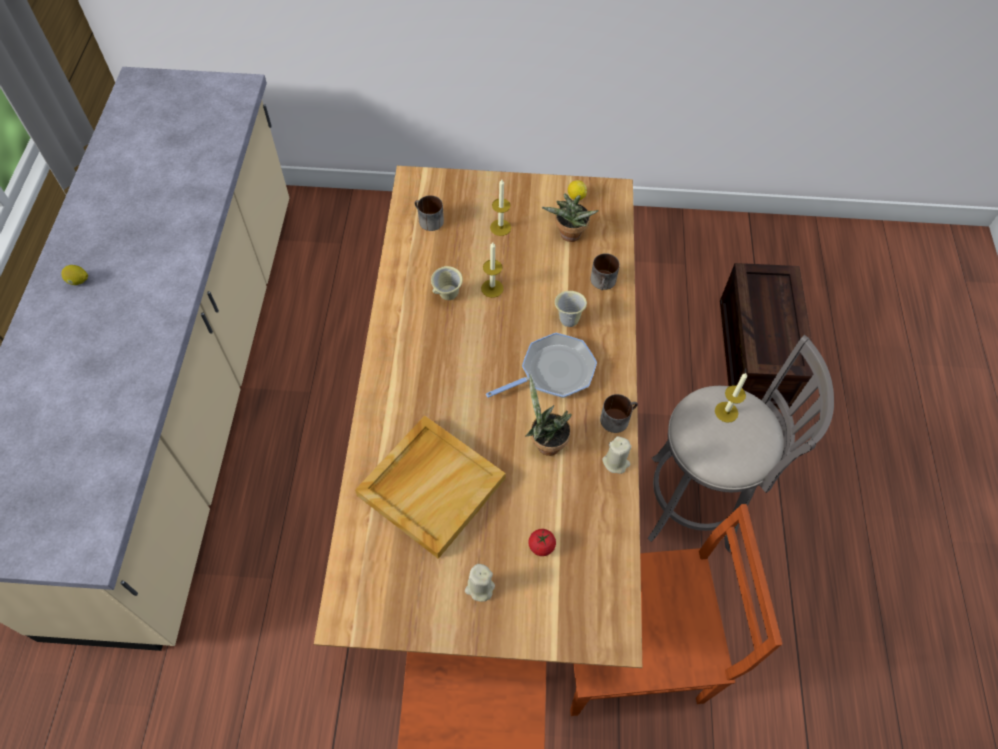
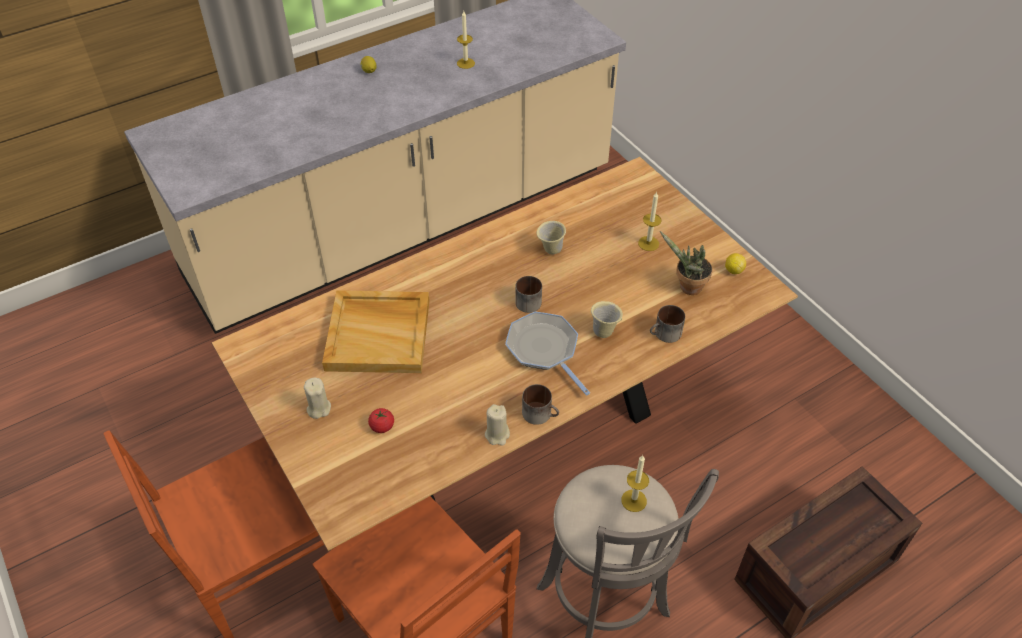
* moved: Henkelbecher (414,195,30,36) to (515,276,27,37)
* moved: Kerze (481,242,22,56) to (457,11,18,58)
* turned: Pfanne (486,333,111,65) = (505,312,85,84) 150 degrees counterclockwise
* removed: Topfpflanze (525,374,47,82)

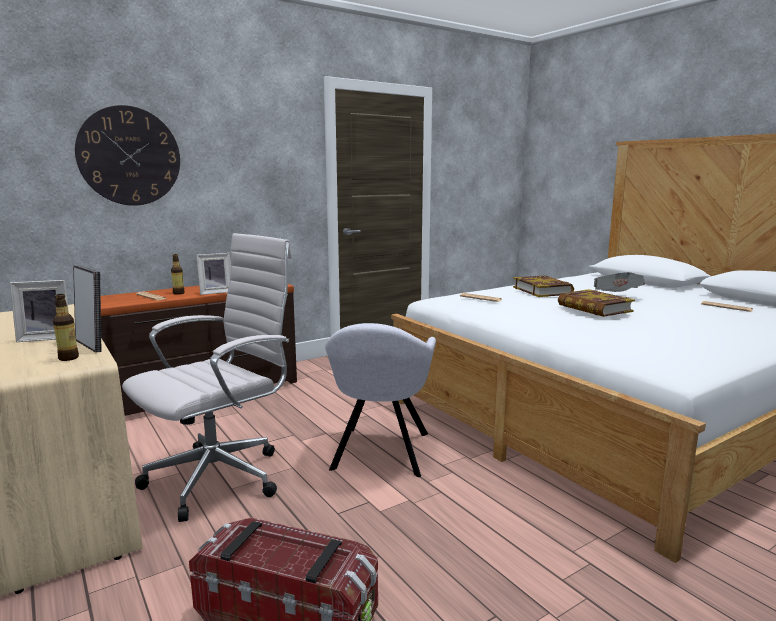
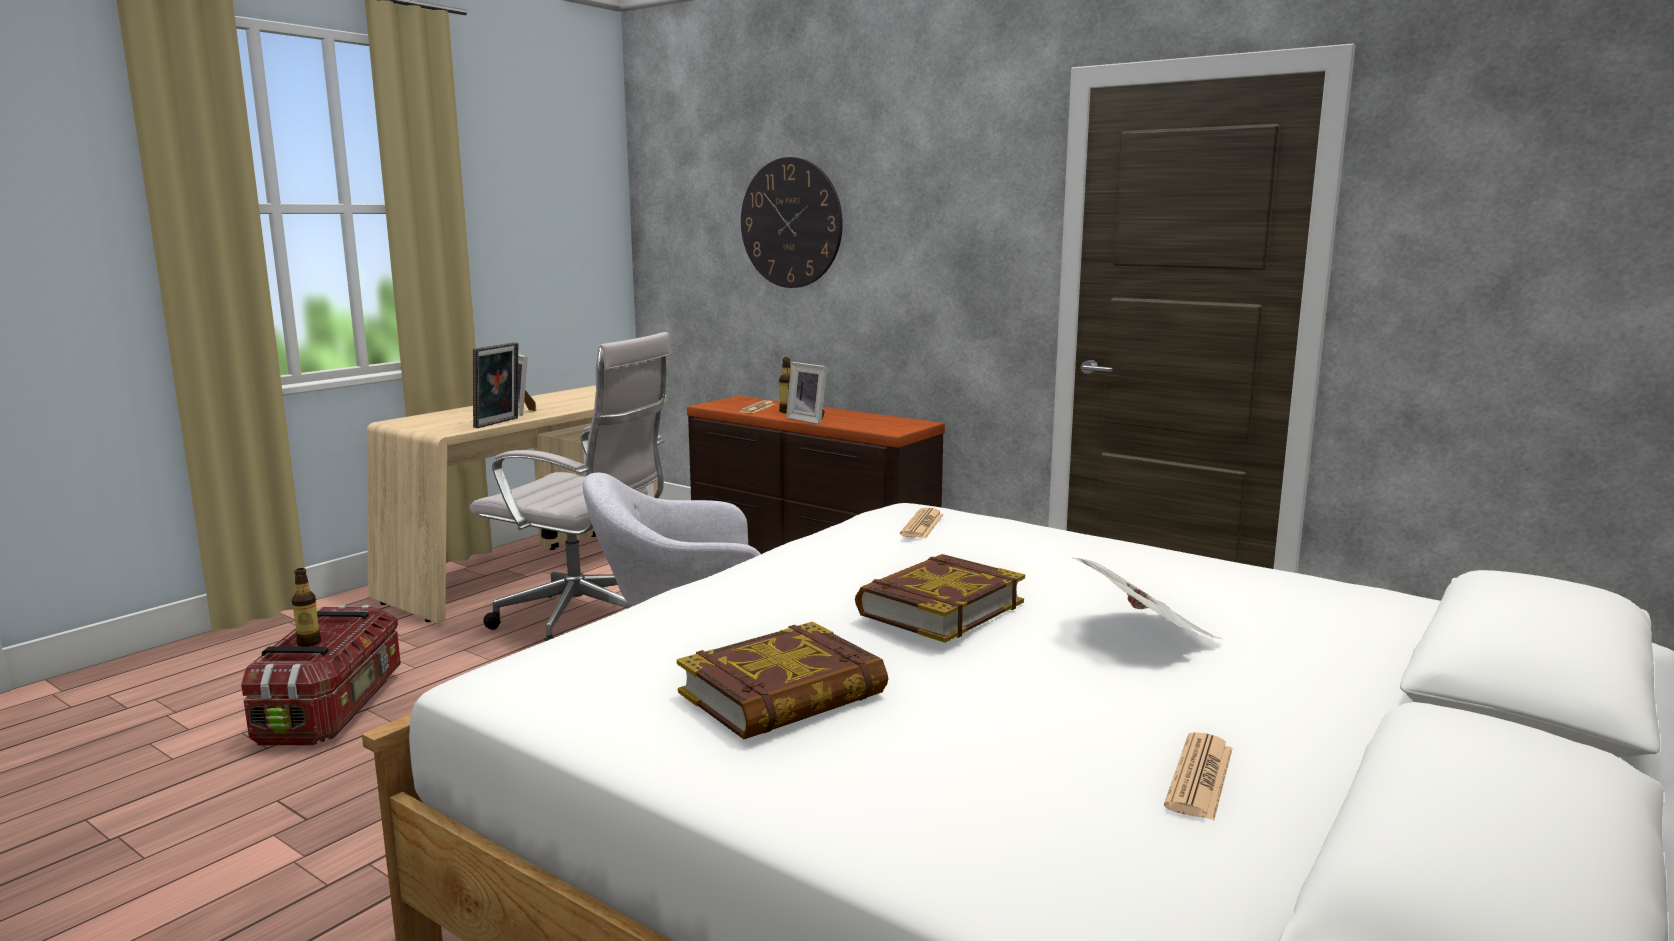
* moved: Flasche (53,294,26,67) to (292,568,29,79)
* moved: Buch (513,276,61,21) to (677,622,211,117)

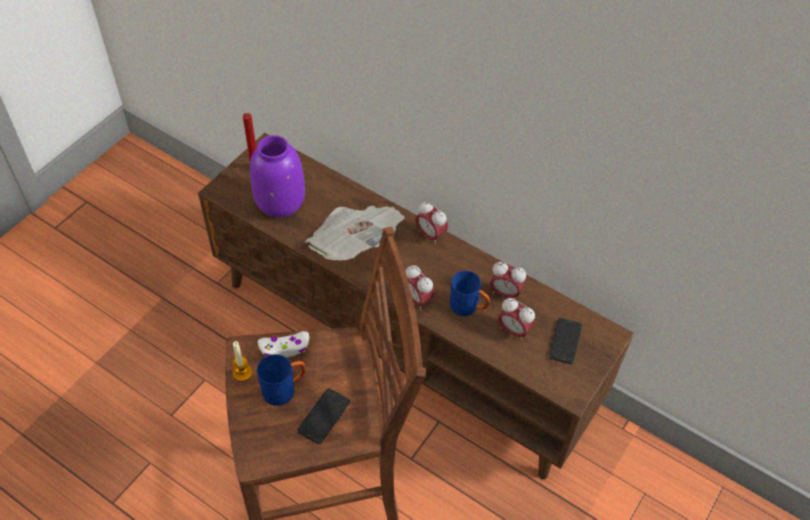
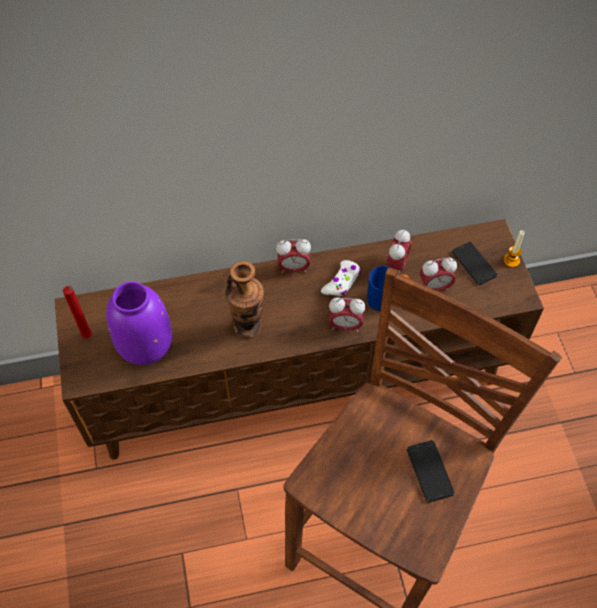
* moved: Kerze (233,341,19,40) to (503,230,21,38)
* removed: Henkelbecher (blau) (257,354,49,52)
* moved: Gamepad (weiß) (258,331,51,27) to (321,260,40,36)
* replaced: Zeitung (304,206,101,54) to Vase (225,261,39,78)
* turned: Wecker (490,262,36,37) = (386,229,25,45) 45 degrees counterclockwise

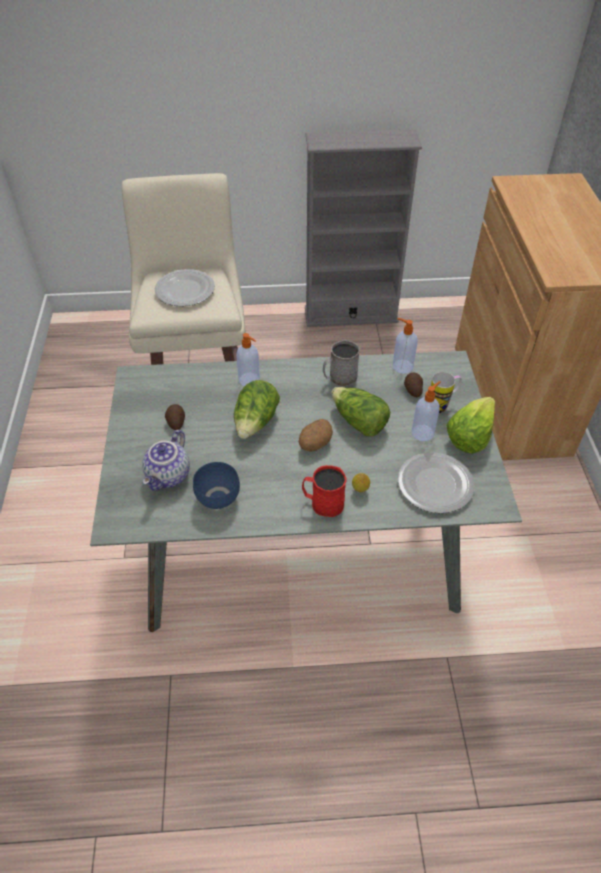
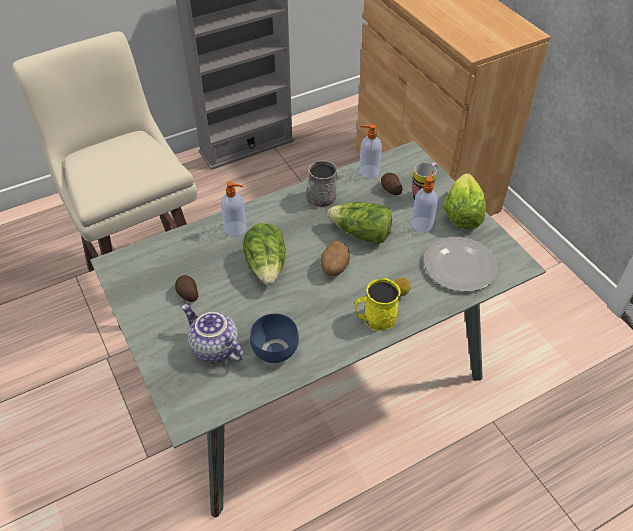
* turned: Teekanne (142,430,48,60) = (182,304,62,58) 135 degrees clockwise
* removed: Teller (155,269,60,37)
* recoloured: Henkelbecher (rot) (302,465,44,52) to Henkelbecher (gelb) (355,278,46,53)

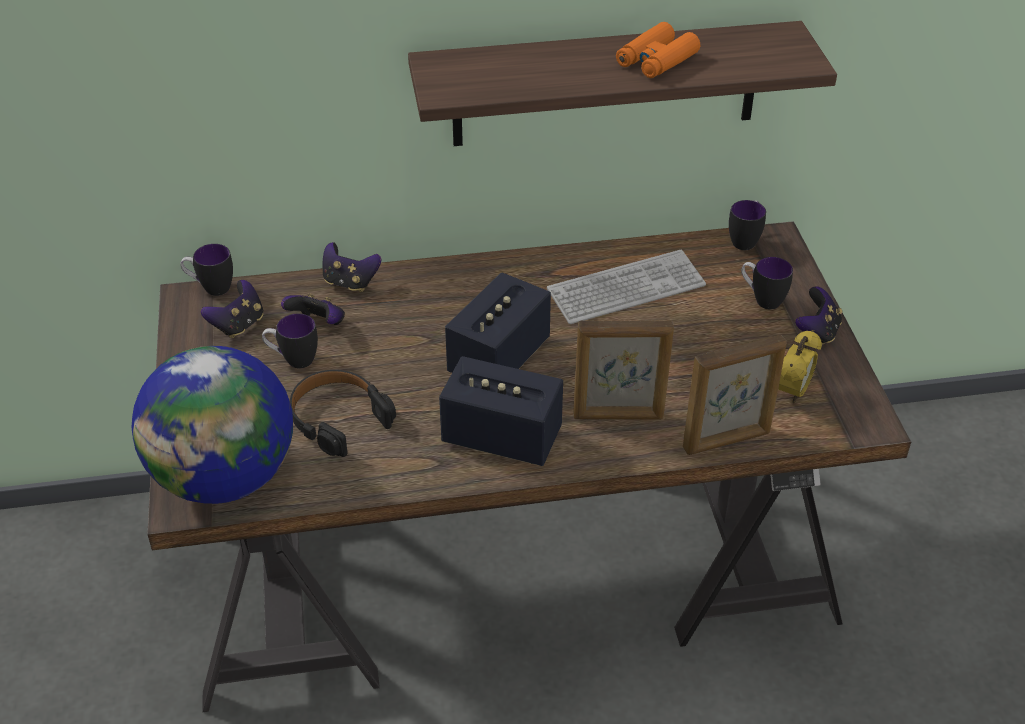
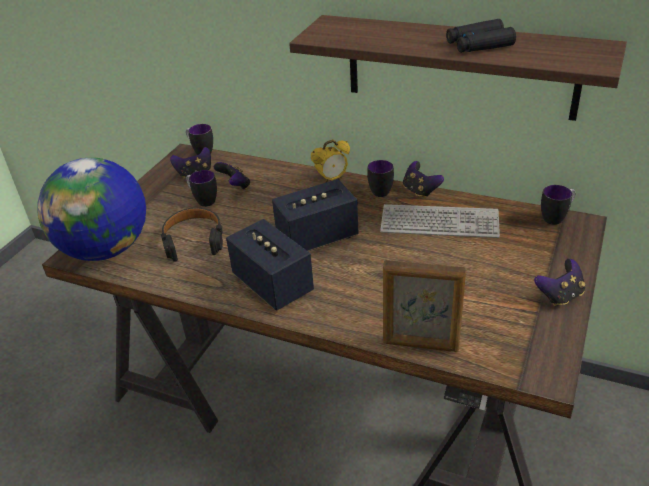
* moved: Gamepad (323,242,58,50) to (403,161,41,38)
* removed: Bilderrahmen (573,320,101,100)
* recoloured: Fernglas (orange) (616,22,84,56) to Fernglas (schwarz) (446,19,70,34)
* moved: Henkelbecher (741,257,52,52) to (367,160,27,37)
* moved: Wecker (778,330,44,73) to (311,139,39,44)

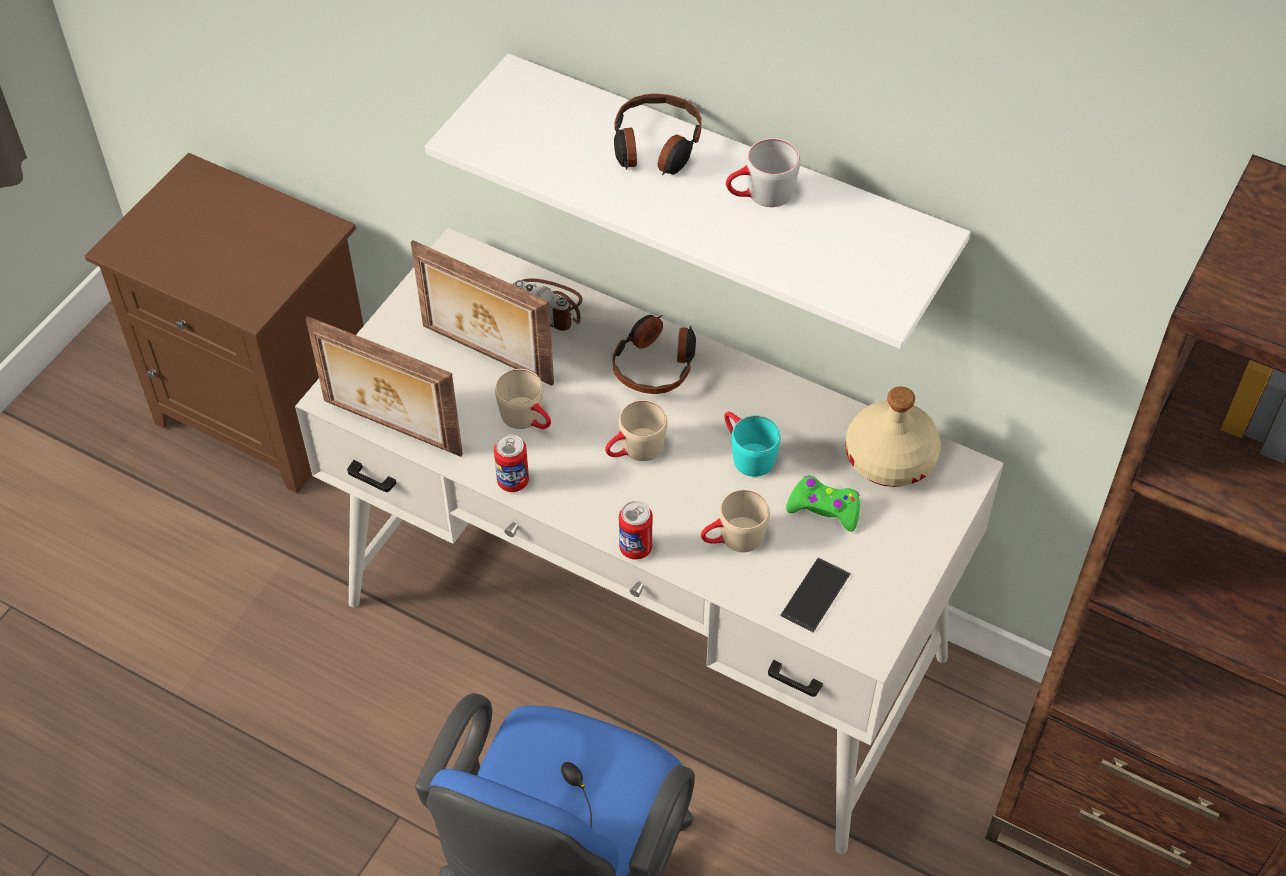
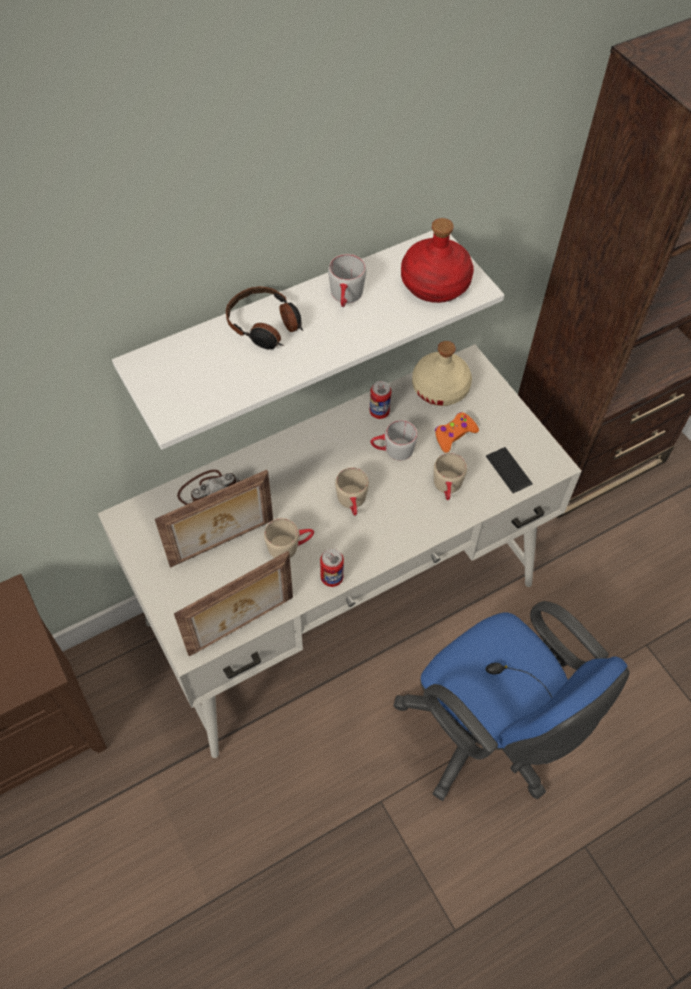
* removed: Kopfhörer (612,315,84,79)
* moved: Dose (619,501,34,59) to (369,381,22,38)
* recoloured: Henkelbecher (türkis) (724,412,57,65) to Henkelbecher (grau) (370,420,48,40)
* recoloured: Gamepad (grün) (786,476,74,56) to Gamepad (orange) (435,412,44,41)
* added: Flasche (rot) (401,218,73,85)

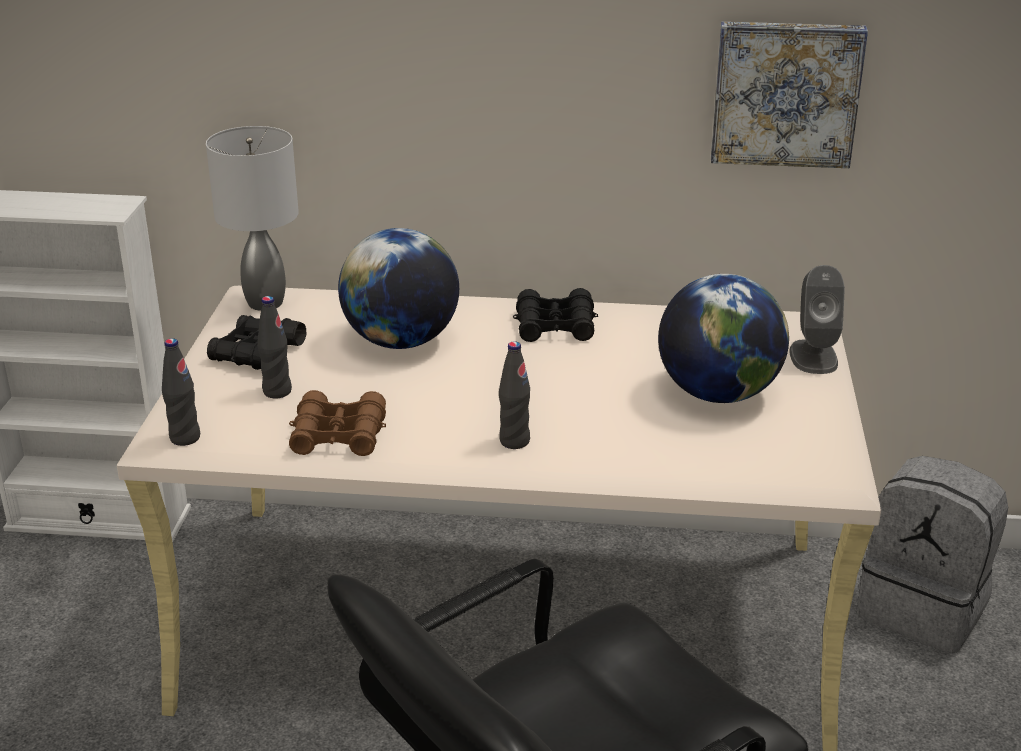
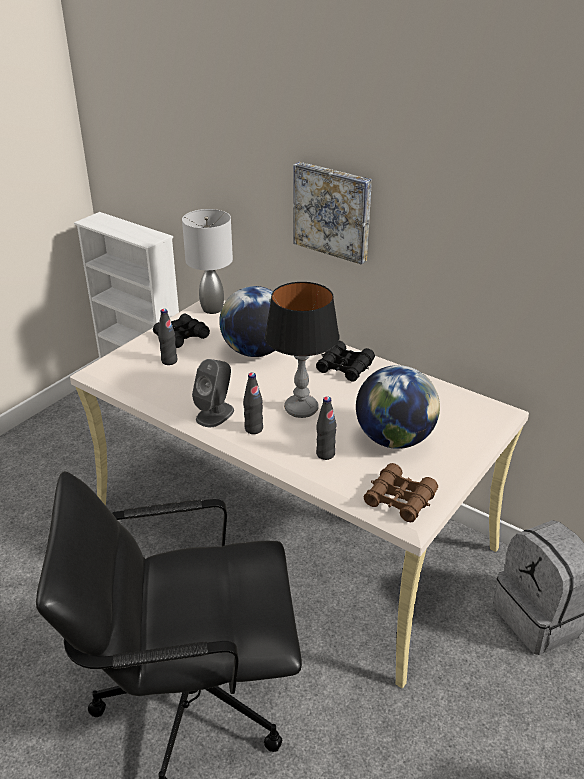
* moved: Flasche (schwarz) (162,338,38,108) to (316,396,20,64)
* moved: Fernglas (braun) (289,390,97,66) to (364,463,74,60)
* moved: Bild (711,22,157,146) to (293,162,79,103)
* moved: Lautsprecher (grau) (789,265,56,109) to (192,359,42,68)
* added: Tischlampe (265,282,74,136)

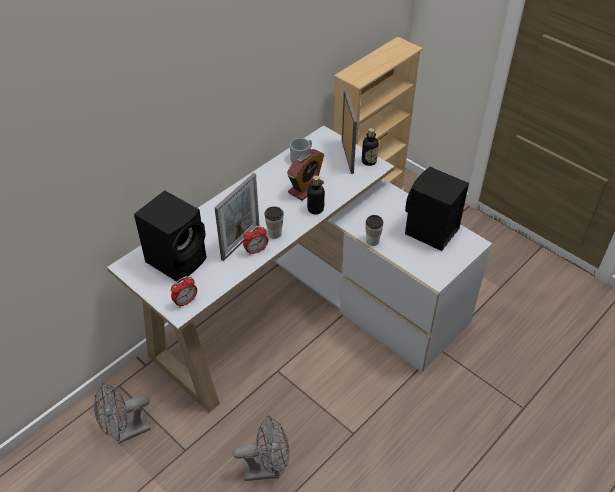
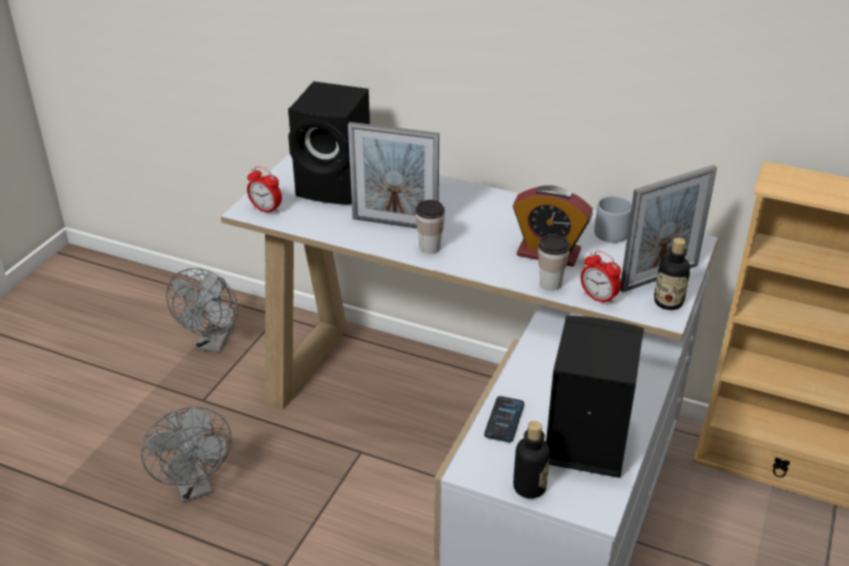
* turned: Ventilator (grau) (94,382,56,62) = (166,268,72,85) 120 degrees counterclockwise
* moved: Wecker (243,226,25,29) to (581,250,40,55)
* moved: Flasche (307,175,18,39) to (513,421,37,78)
* moved: Tasse (365,215,18,31) to (538,235,32,56)
* added: Handy (484,396,40,46)

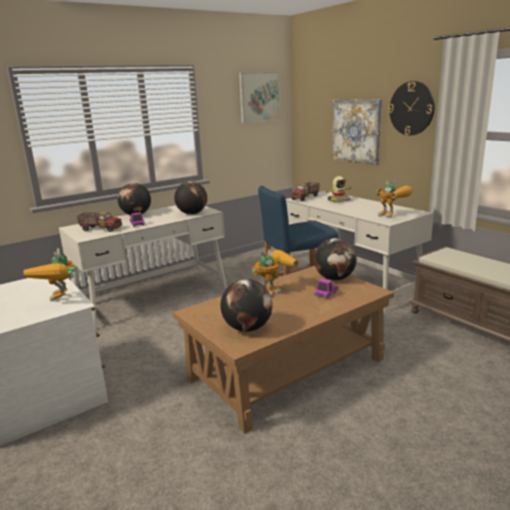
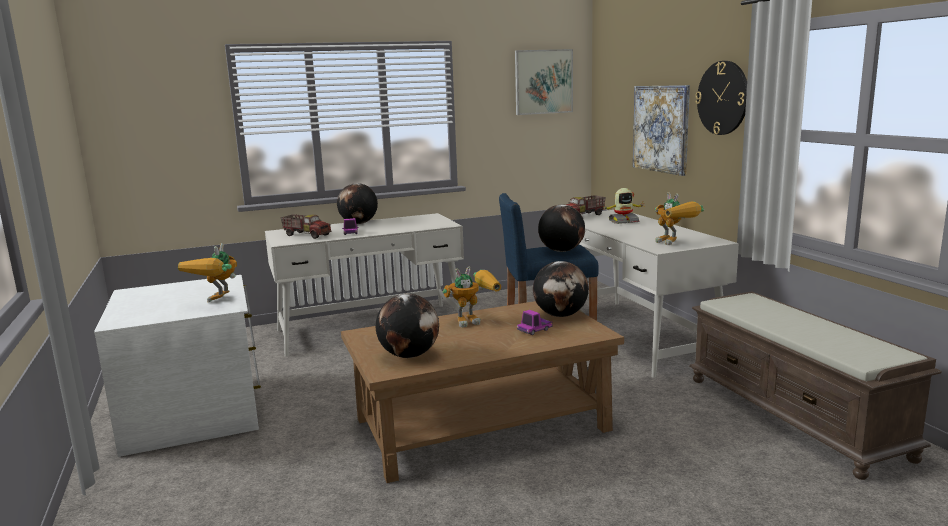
* moved: Globus (174,181,33,34) to (538,204,47,48)

